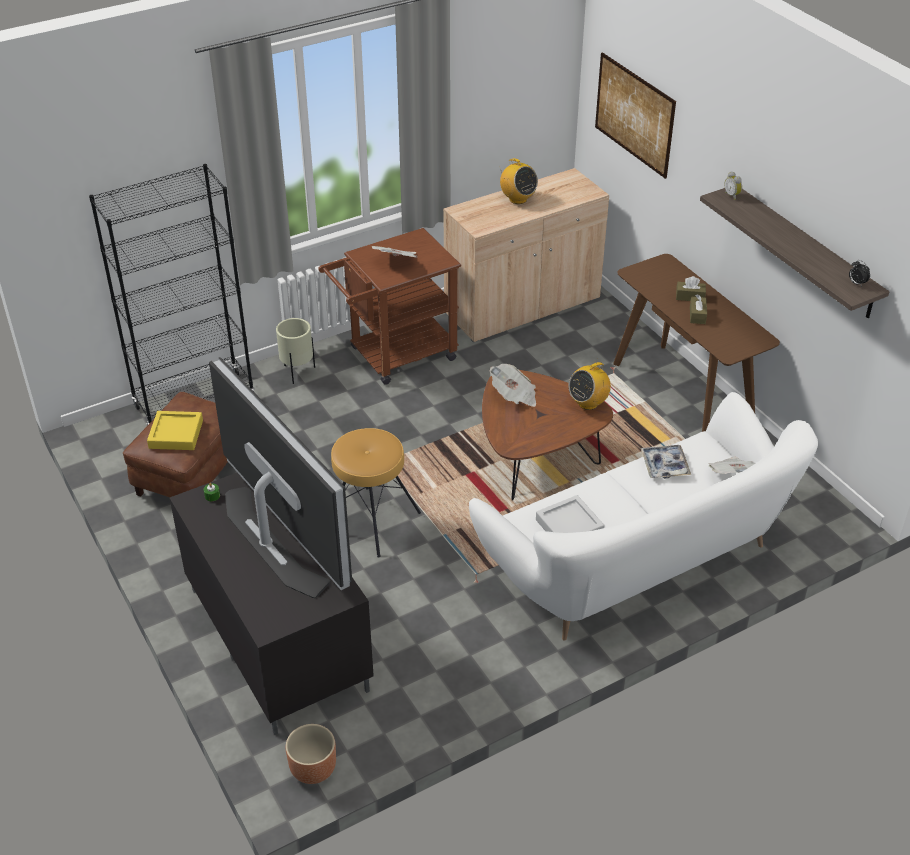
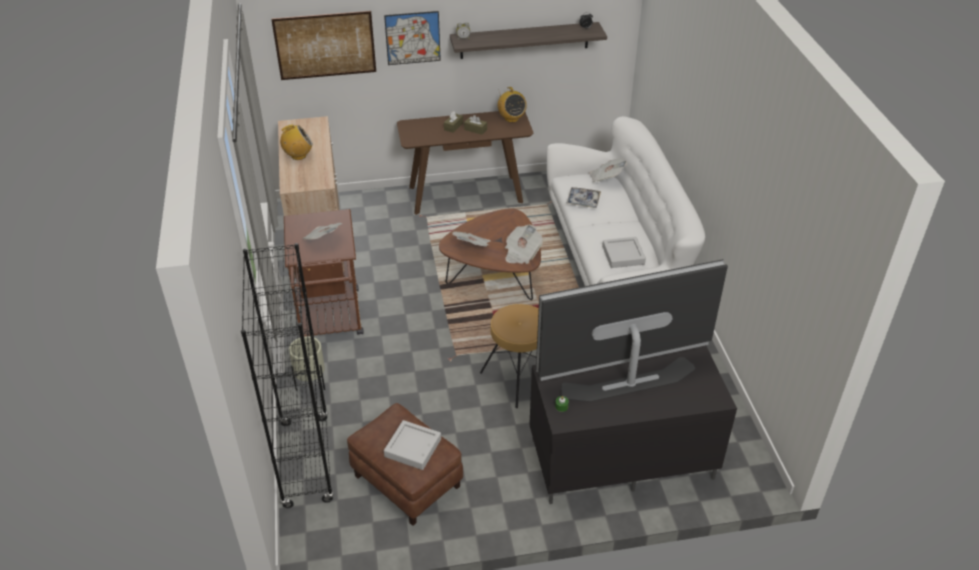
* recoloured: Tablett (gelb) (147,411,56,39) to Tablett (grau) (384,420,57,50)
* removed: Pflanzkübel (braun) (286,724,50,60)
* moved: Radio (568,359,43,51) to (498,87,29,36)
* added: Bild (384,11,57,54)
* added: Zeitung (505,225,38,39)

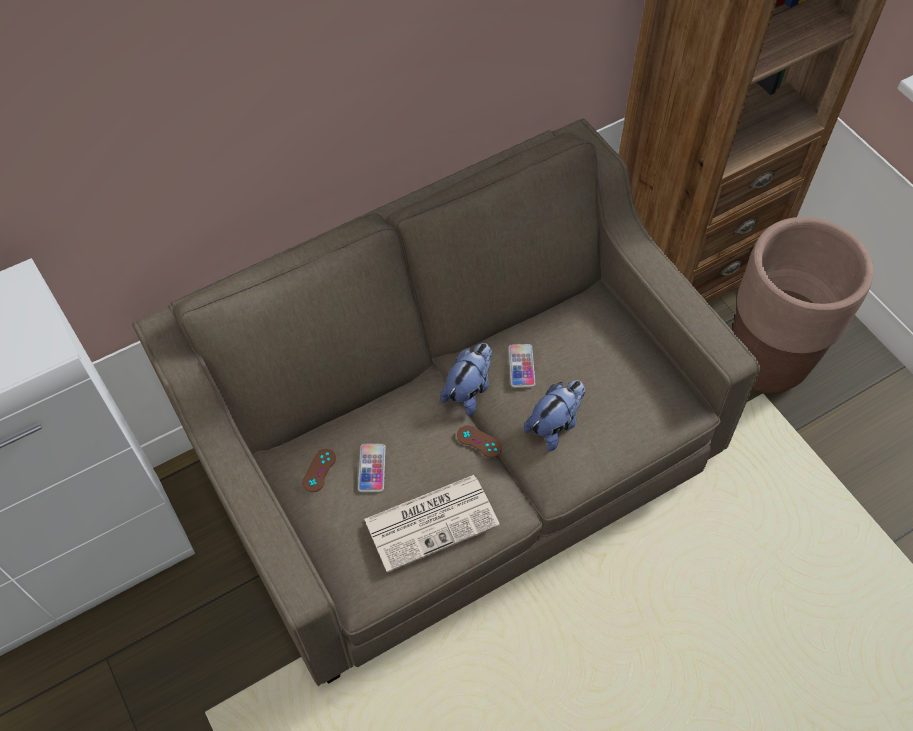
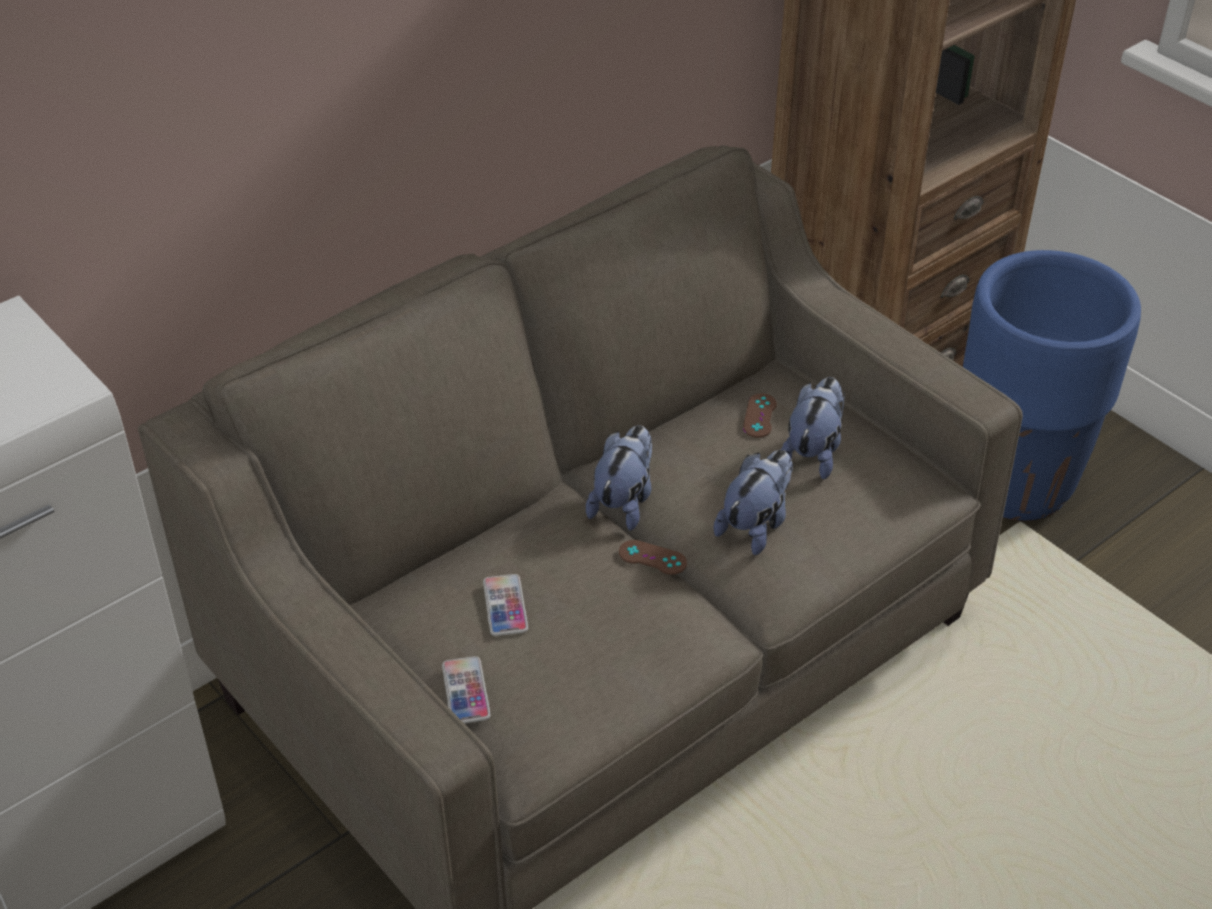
* moved: Gamepad (braun) (302,449,34,43) to (743,393,34,45)
* removed: Zeitung (364,475,136,98)
* moved: Handy (508,344,27,44) to (442,656,49,68)
* recoloured: Pflanzkübel (braun) (732,217,141,177) to Pflanzkübel (blau) (963,250,178,271)
* added: Plüschtier (781,377,64,103)

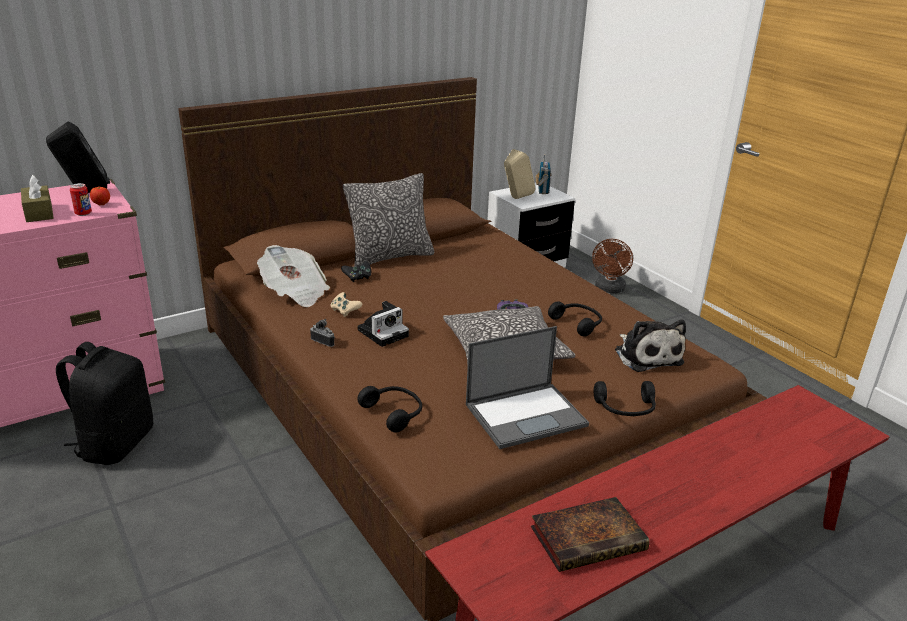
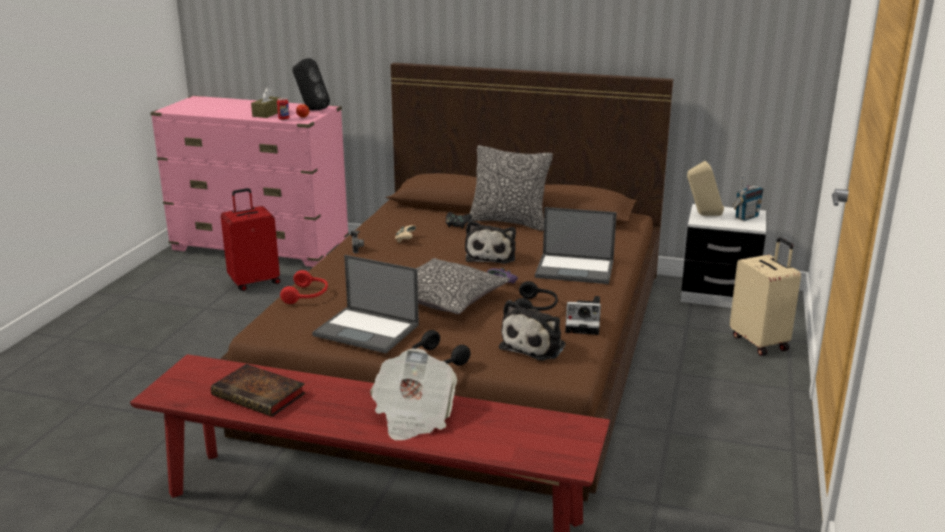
* replaced: Rucksack (schwarz) (56,342,97,123) to Koffer (rot) (221,188,60,103)
* moved: Zeitung (257,245,73,62) to (370,349,87,92)
* moved: Kamera (358,301,51,46) to (565,296,36,39)
* recoloured: Kopfhörer (schwarz) (358,386,64,46) to Kopfhörer (rot) (280,270,48,34)
* replaced: Ventilator (braun) (592,239,41,54) to Koffer (beige) (730,237,71,119)
* added: Plüschtier (465,220,51,44)
* added: Laptop (535,207,82,77)

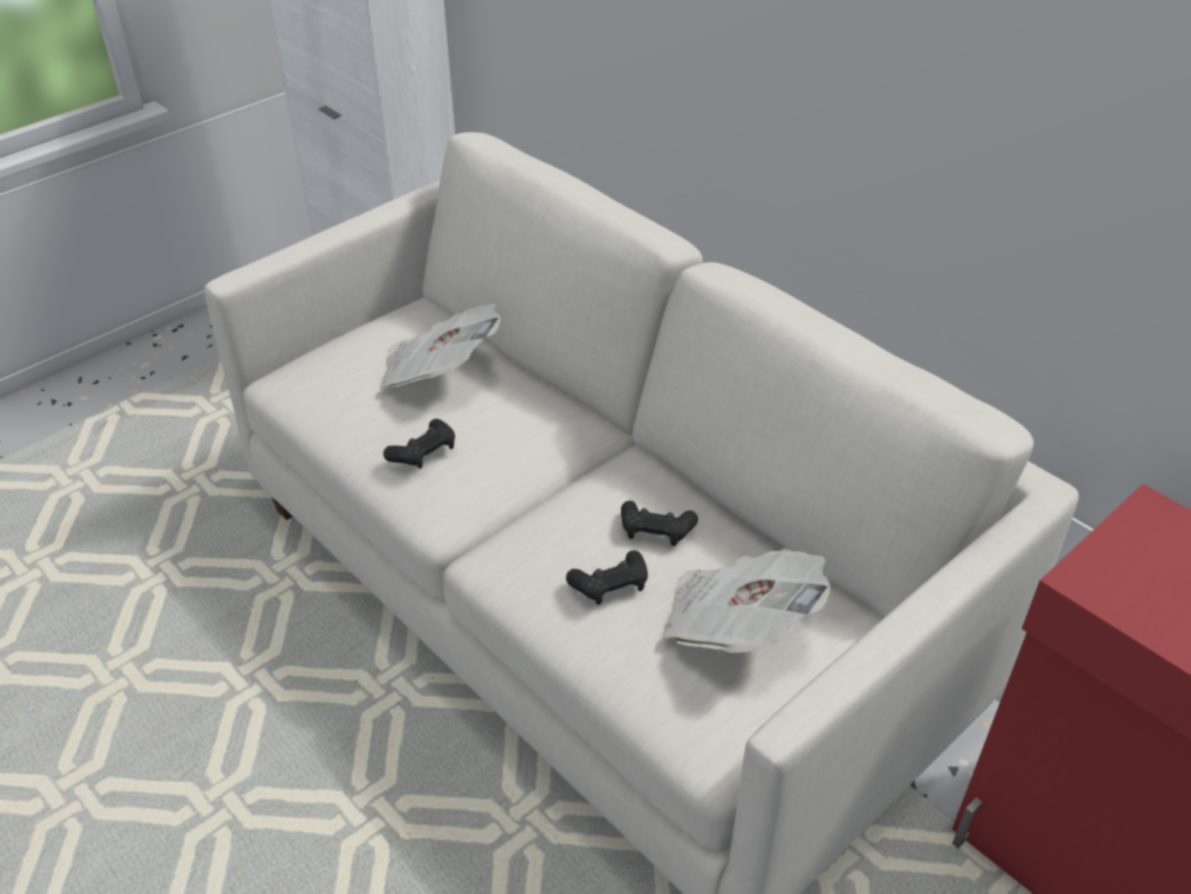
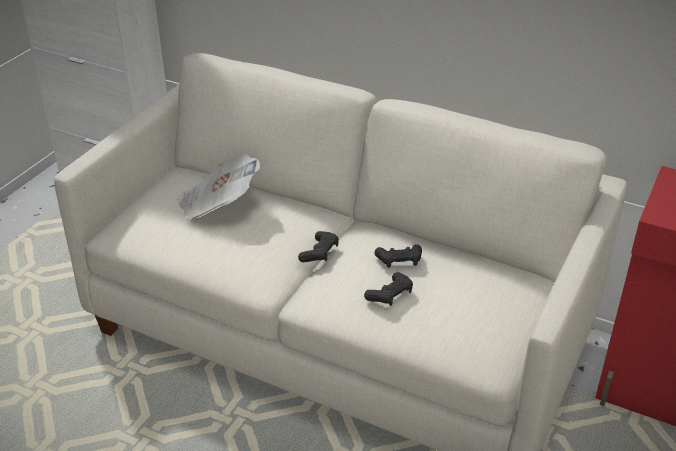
* moved: Gamepad (schwarz) (383,419,72,50) to (298,231,41,31)
* removed: Zeitung (662,549,169,104)

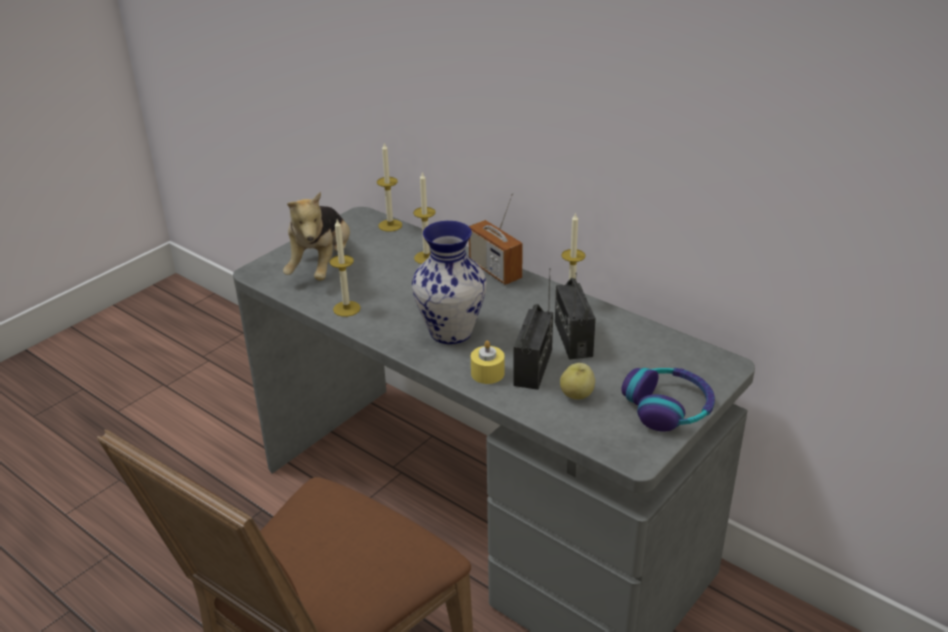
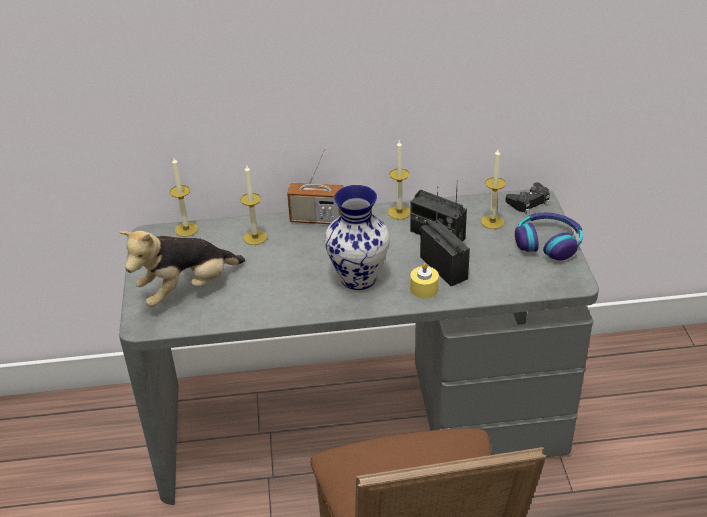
* turned: Plüschtier (283,191,67,90) = (119,231,126,76) 90 degrees clockwise
* moved: Kerze (330,220,31,97) to (481,149,25,80)
* removed: Apfel (560,363,35,37)
* added: Gamepad (schwarz) (506,182,44,32)

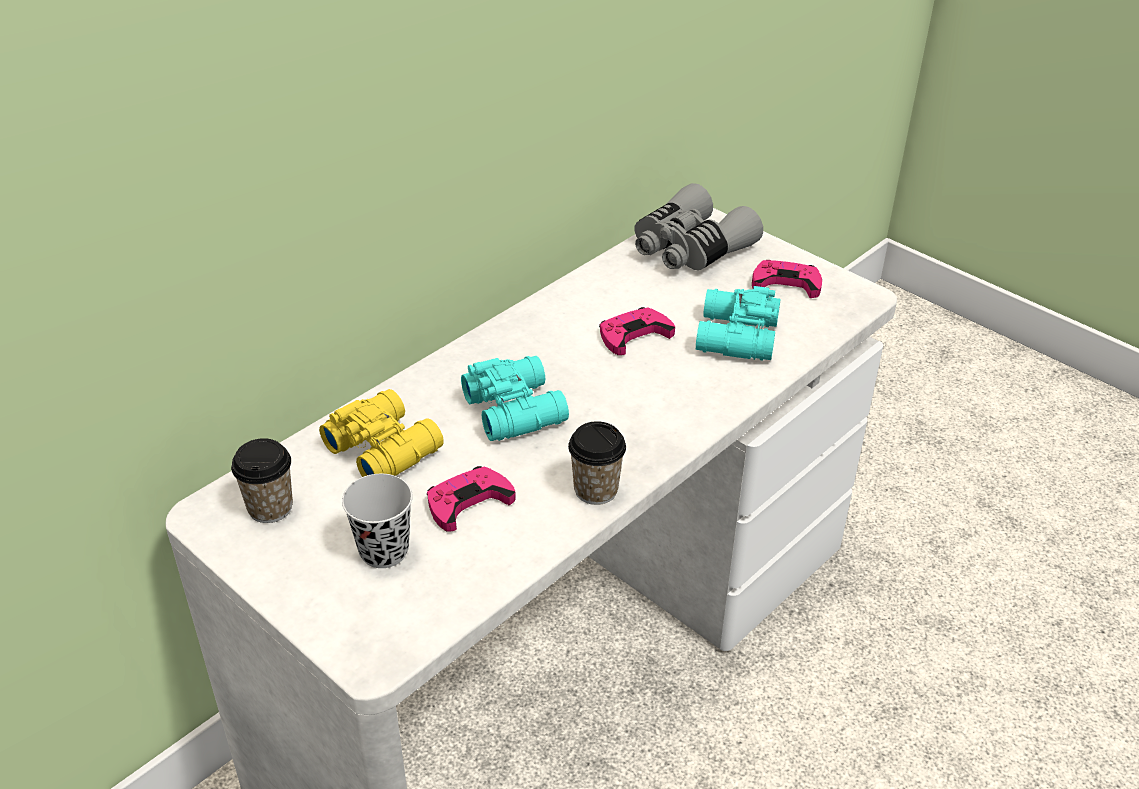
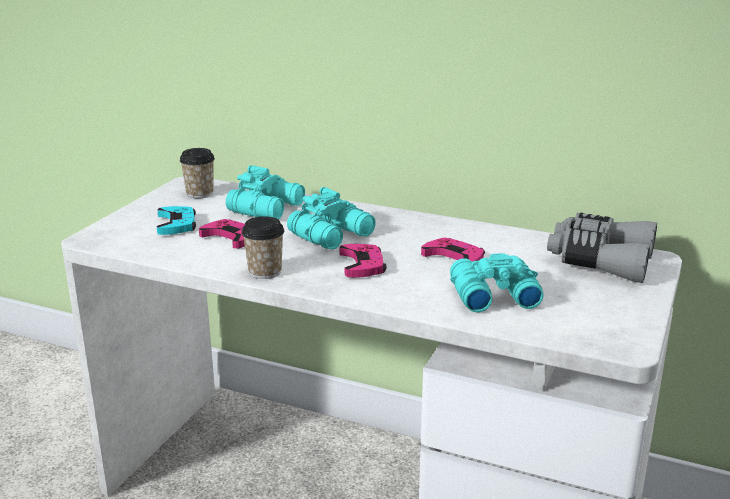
* recoloured: Fernglas (gelb) (319,389,125,88) to Fernglas (türkis) (226,165,79,54)
* replaced: Tasse (schwarz) (342,474,71,94) to Gamepad (türkis) (157,206,39,29)
* moved: Gamepad (rosa) (752,260,70,38) to (340,244,47,34)

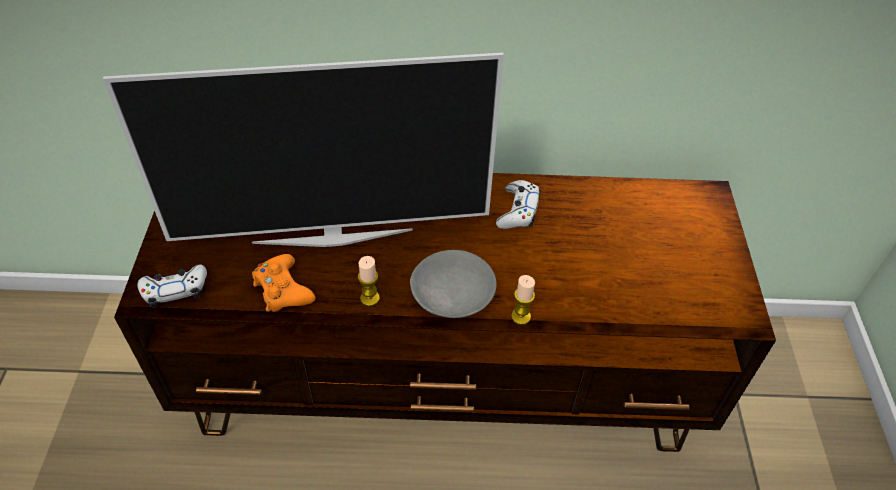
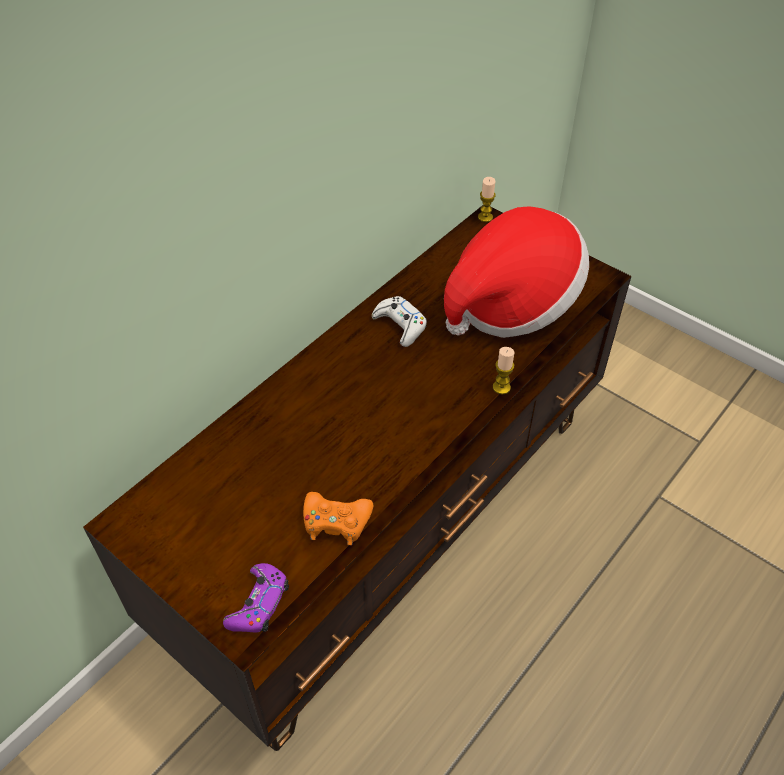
* removed: Fernseher (103,53,401,194)
* recoloured: Gamepad (weiß) (137,264,70,44) to Gamepad (lila) (223,563,66,70)
* moved: Kerze (358,256,22,50) to (478,177,18,45)
* removed: Schüssel (grau) (410,250,87,68)
* added: Hut (444,207,145,131)

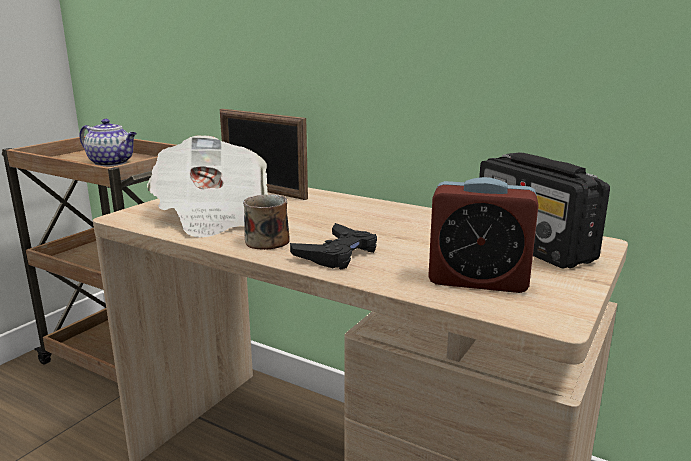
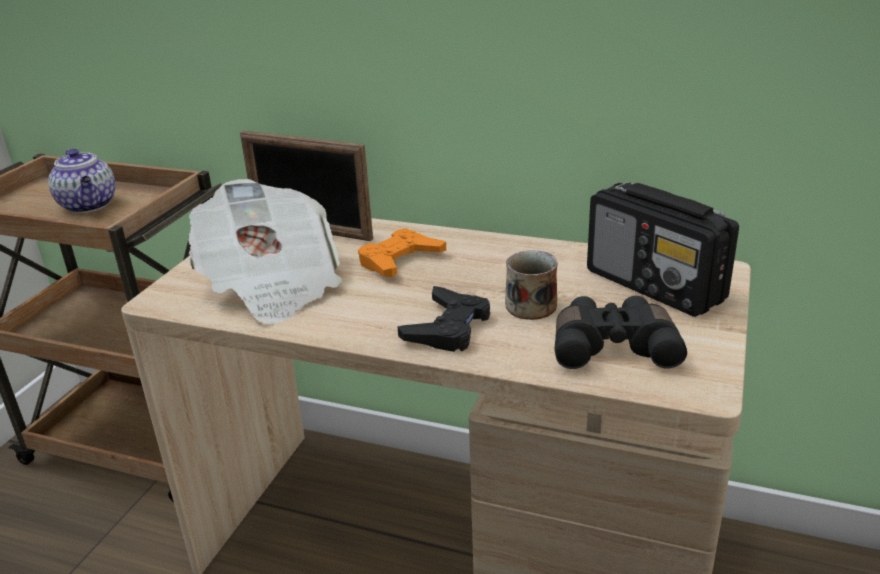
* turned: Teekanne (79,119,58,48) = (48,149,68,64) 45 degrees clockwise
* moved: Henkelbecher (243,194,47,56) to (505,250,53,70)
* replaced: Wecker (428,177,111,116) to Fernglas (schwarz) (555,296,132,73)
* added: Gamepad (orange) (358,228,88,49)

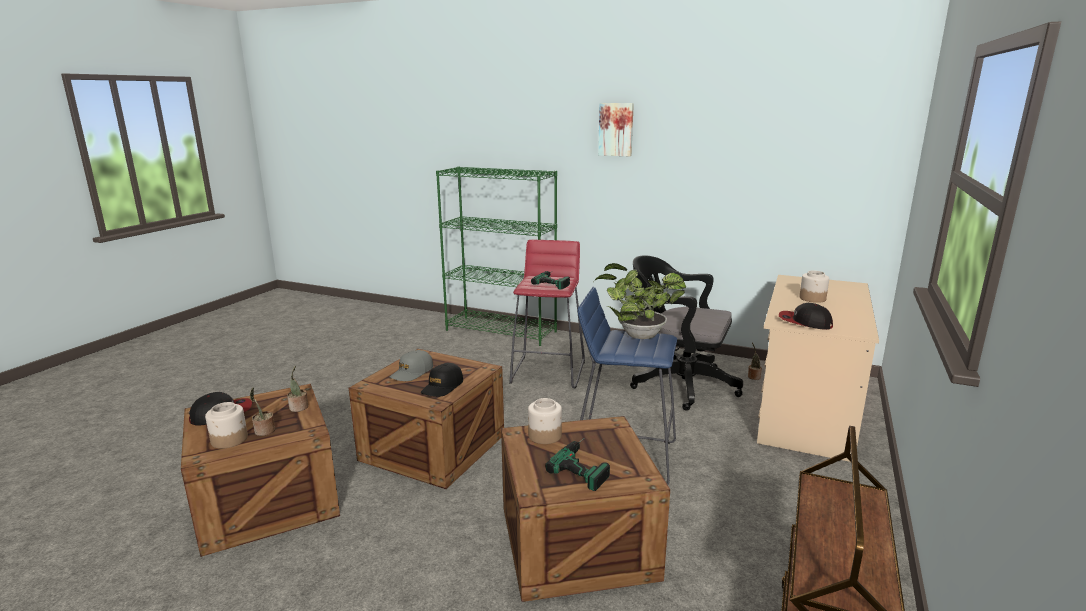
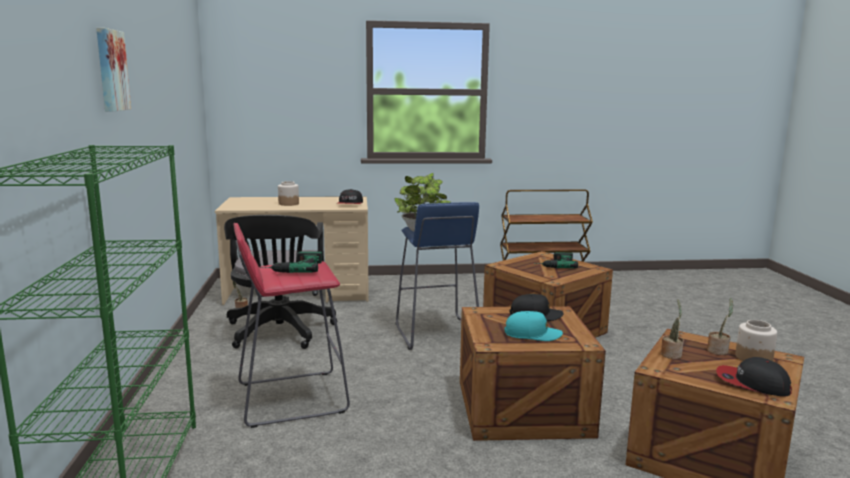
* recoloured: Kappe (grau) (390,350,43,31) to Kappe (türkis) (504,311,59,30)
* removed: Vorratsglas (528,398,34,46)

